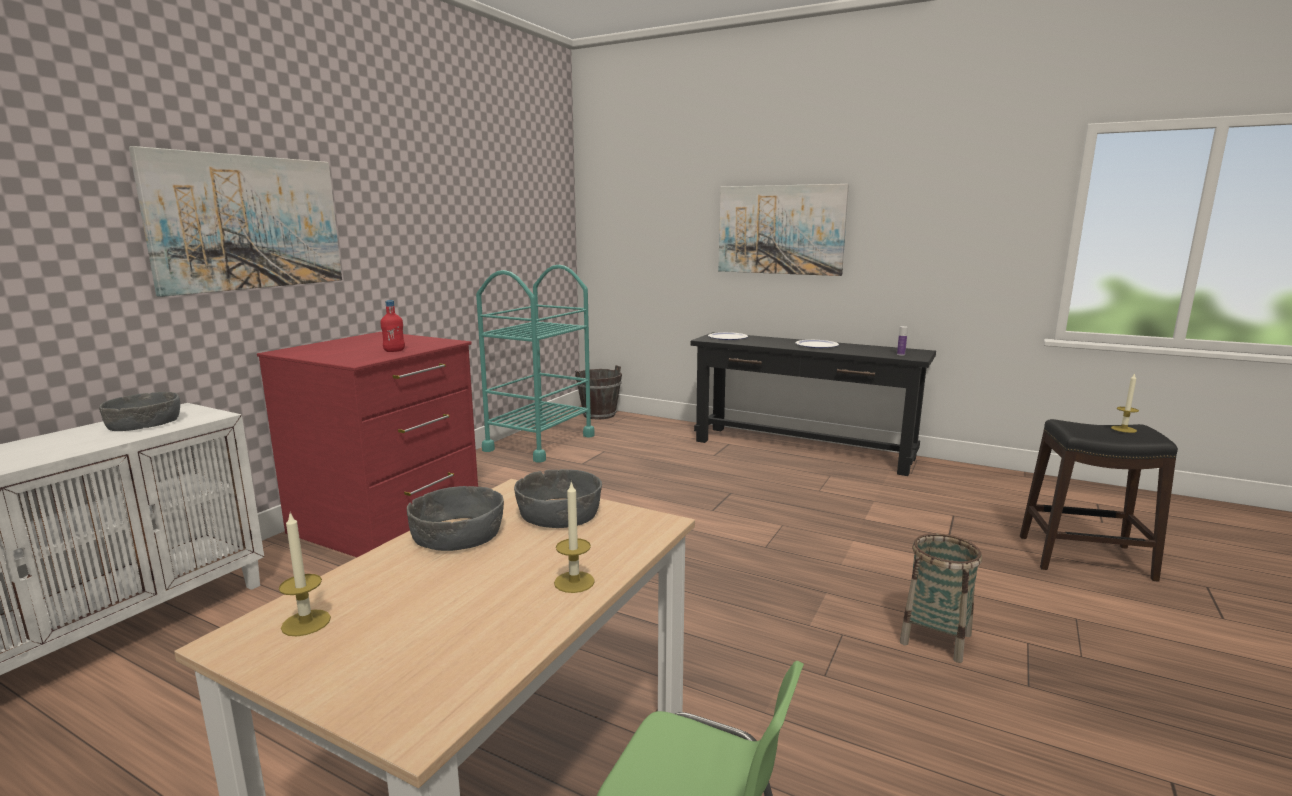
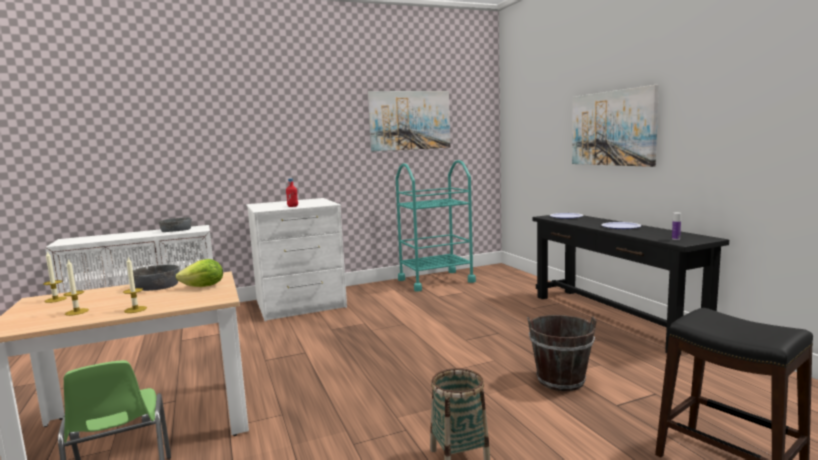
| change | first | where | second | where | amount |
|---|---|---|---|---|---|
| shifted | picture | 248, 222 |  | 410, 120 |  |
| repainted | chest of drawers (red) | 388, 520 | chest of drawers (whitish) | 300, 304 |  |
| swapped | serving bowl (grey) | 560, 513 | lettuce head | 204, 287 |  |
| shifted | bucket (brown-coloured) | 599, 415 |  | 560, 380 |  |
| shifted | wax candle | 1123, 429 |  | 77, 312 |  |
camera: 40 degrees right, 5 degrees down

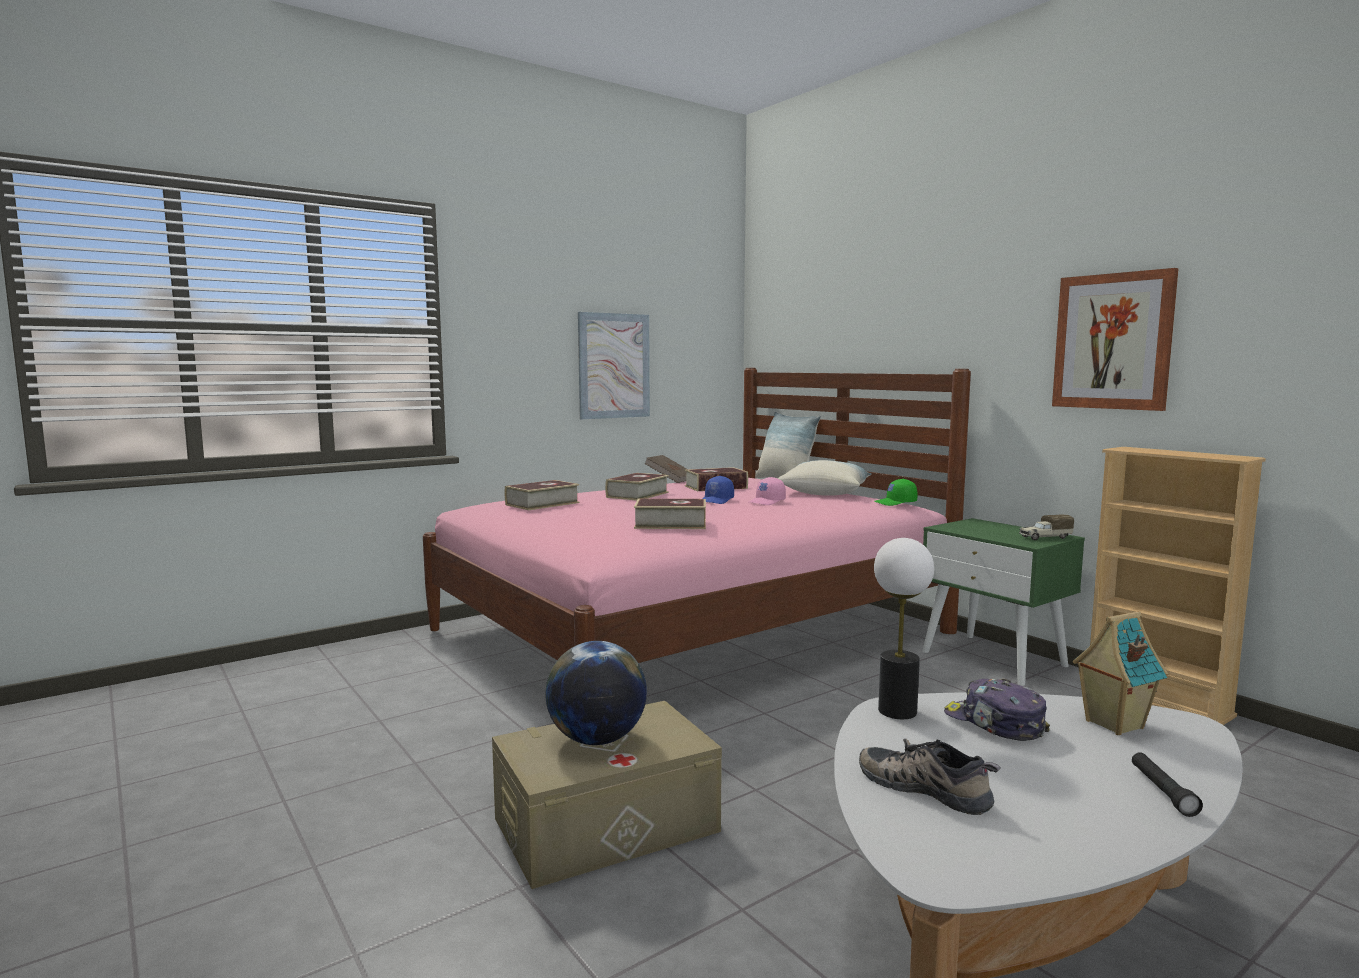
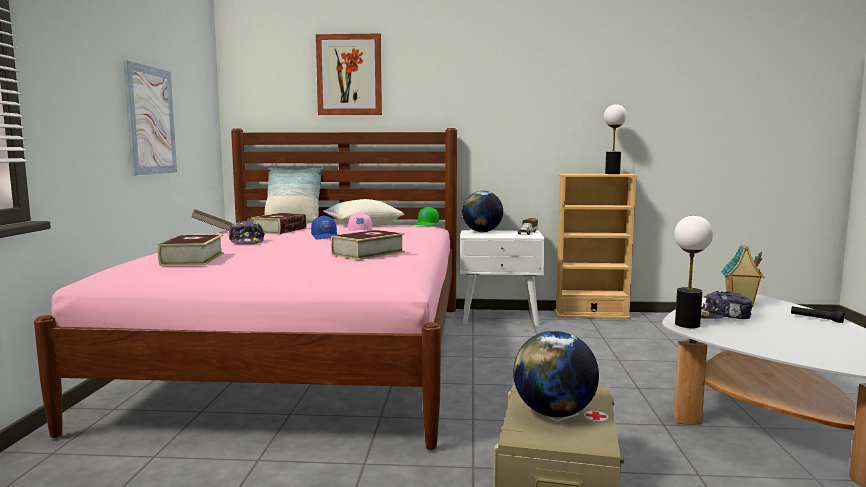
| change | first | where | second | where | amount |
|---|---|---|---|---|---|
| swapped | volume | 637, 495 | cap | 247, 242 |  |
| gone | item of footwear | 926, 787 |  |  |  |
| repainted | nightstand (green-coloured) | 994, 658 | nightstand (whitish) | 500, 317 |  |
| shifted | picture | 1113, 341 |  | 349, 75 |  |
| new |  |  | world globe | 482, 232 |  |
| new |  |  | tabletop lamp | 612, 173 |  |
camera: 50 degrees left, 0 degrees up

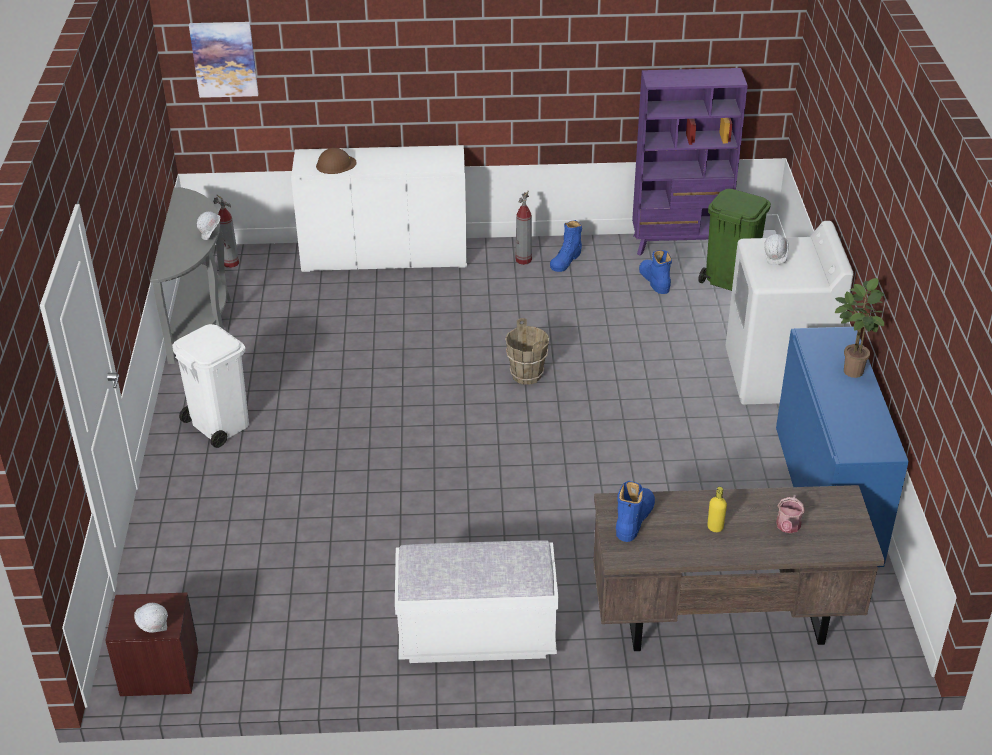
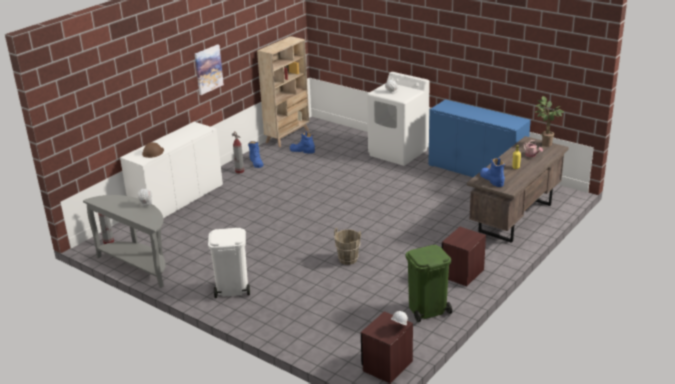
| change | first | where | second | where | amount |
|---|---|---|---|---|---|
| shifted | picture | 224, 59 |  | 208, 69 |  |
| swapped | bench (whitish) | 476, 635 | nightstand (brown-coloured) | 462, 273 |  |
| shifted | bucket (brown-coloured) | 526, 375 |  | 348, 260 |  |
| repainted | bookshelf (purple-coloured) | 680, 244 | bookshelf (beige) | 288, 136 |  |
| shifted | waste bin (green-coloured) | 729, 279 |  | 427, 310 |  |
| shifted | houseplant | 850, 369 |  | 545, 144 |  |
camera: 50 degrees left, 10 degrees down

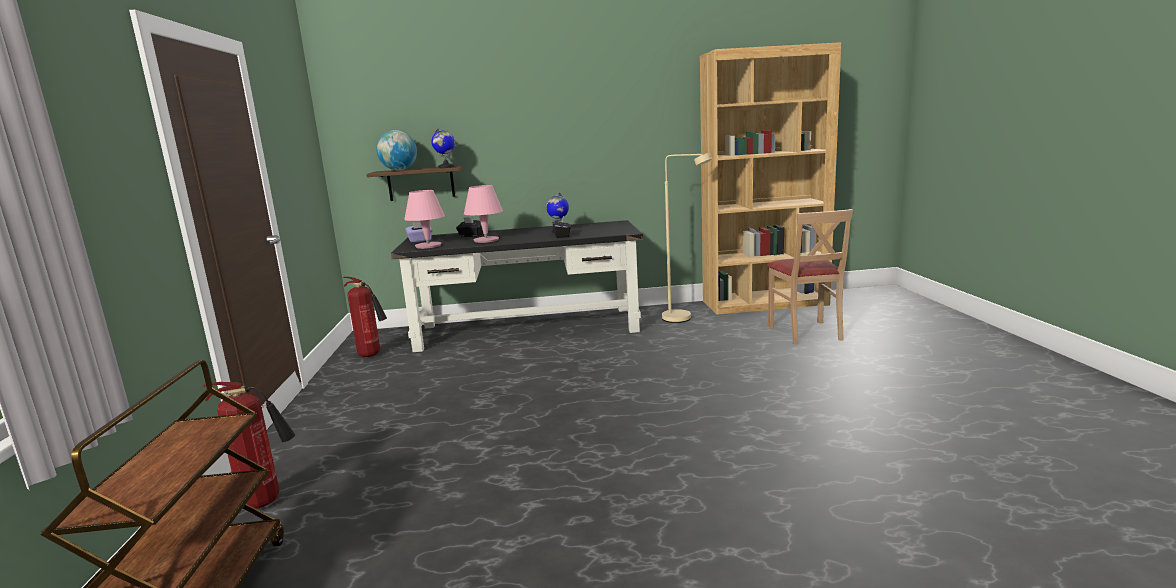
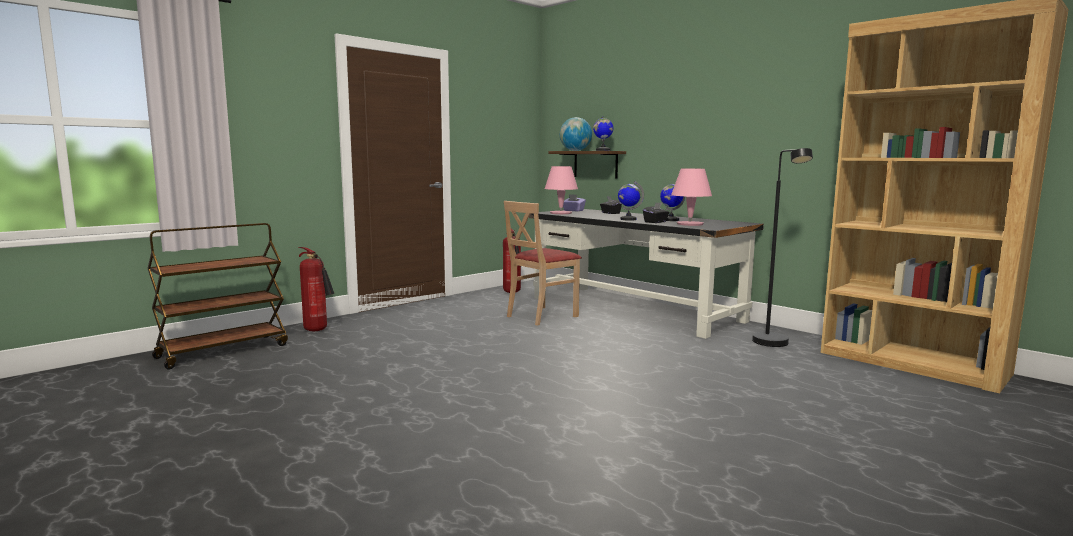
| change | first | where | second | where | amount |
|---|---|---|---|---|---|
| shifted | tabletop lamp (pink-coloured) | 486, 240 |  | 689, 224 |  |
| repainted | standard lamp (beige) | 683, 319 | standard lamp (black) | 774, 344 |  |
| shifted | chair (beige) | 805, 332 |  | 541, 316 |  |
| new |  |  | world globe | 628, 219 |  |
camera: 50 degrees right, 5 degrees down

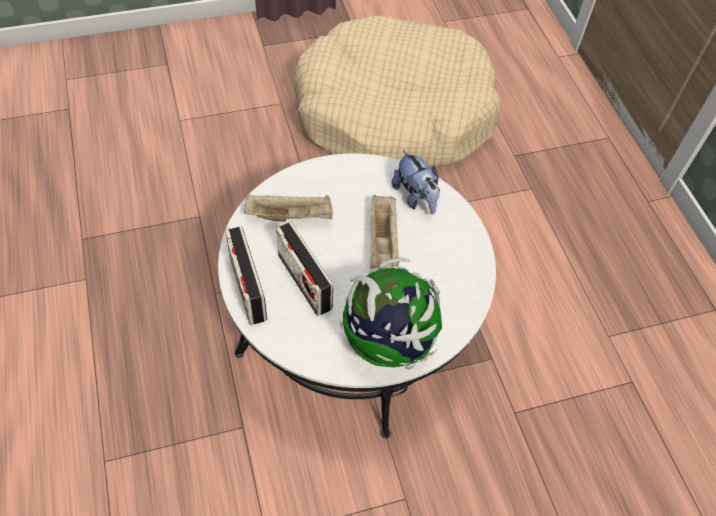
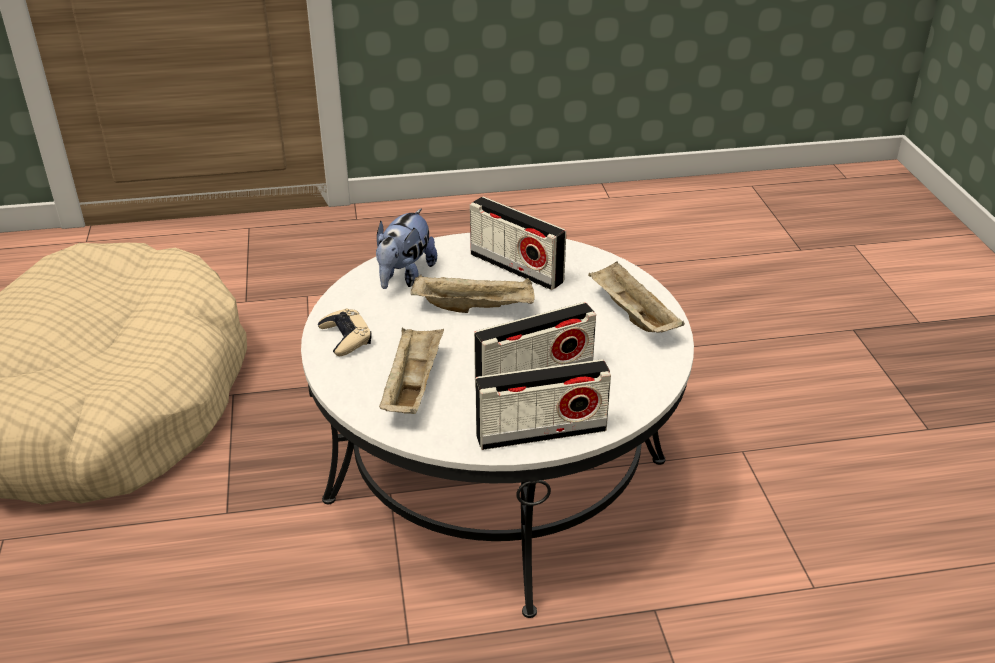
| change | first | where | second | where | amount |
|---|---|---|---|---|---|
| swapped | world globe | 388, 342 | carrying tray (beige) | 631, 315 |  |
| rotated | cuddly toy | 415, 197 |  | 404, 276 | 135 degrees clockwise |
| new |  |  | joypad (beige) | 346, 337 |  |
| new |  |  | radio | 516, 268 |  |
camera: 80 degrees left, 20 degrees down

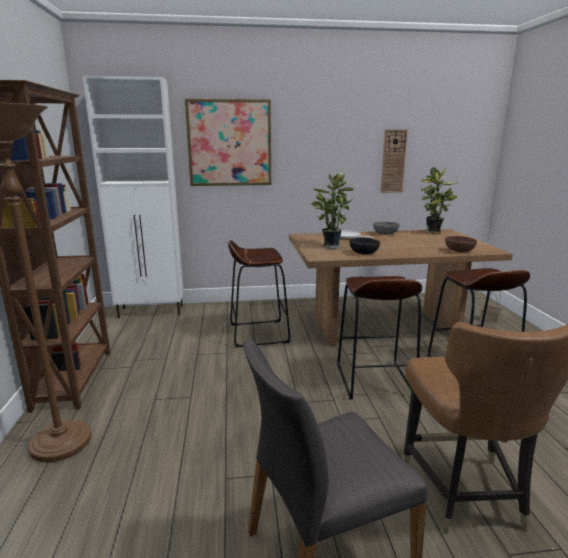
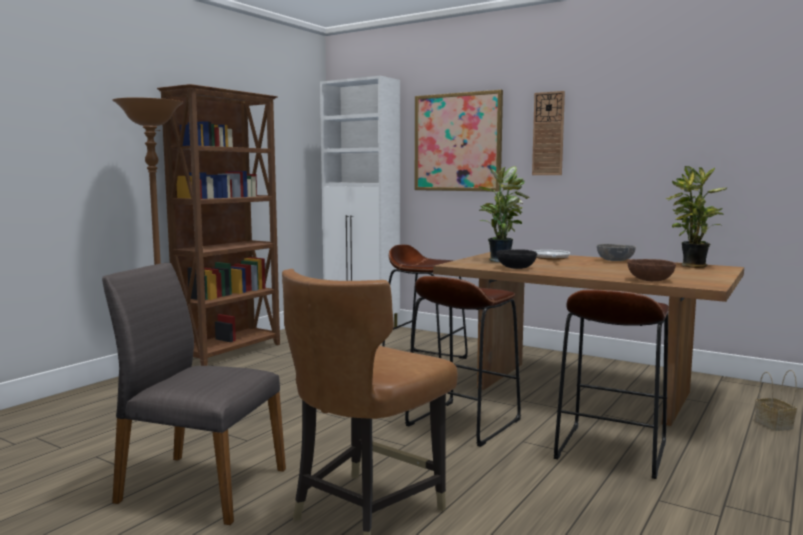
| change | first | where | second | where | amount |
|---|---|---|---|---|---|
| shifted | wall clock | 393, 161 |  | 548, 134 |  |
camera: 40 degrees right, 10 degrees down

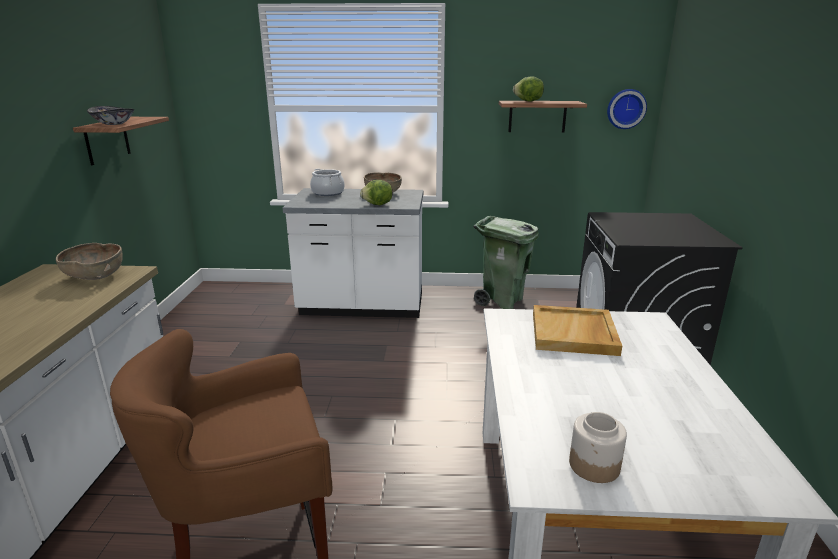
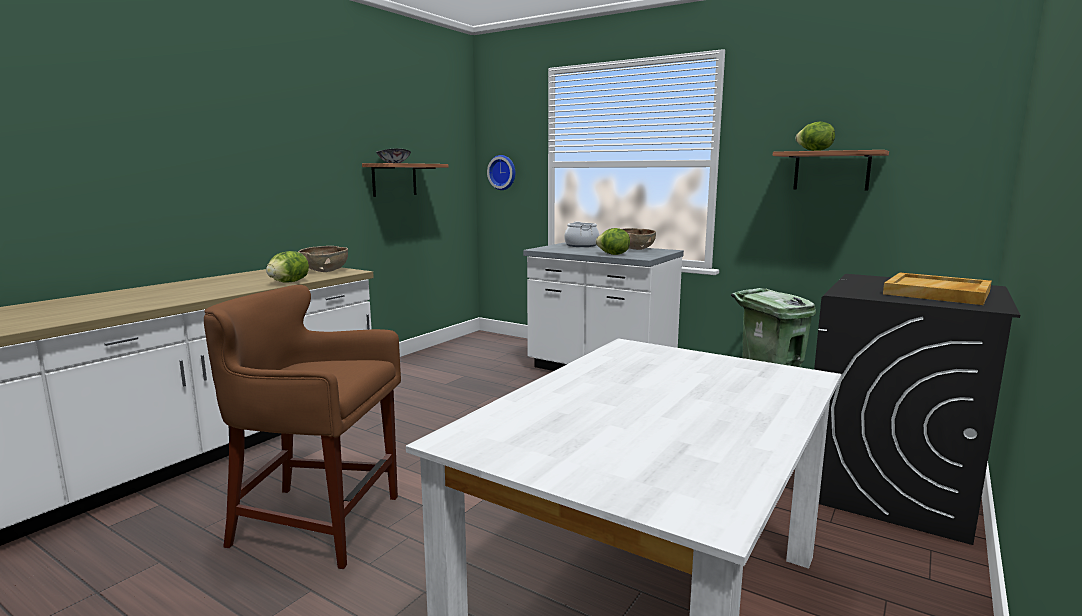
| change | first | where | second | where | amount |
|---|---|---|---|---|---|
| shifted | carrying tray (beige) | 574, 334 |  | 937, 293 |  |
| gone | storage jar | 595, 465 |  |  |  |
| shifted | wall clock | 625, 108 |  | 503, 172 |  |
| new |  |  | lettuce head | 289, 282 |  |
camera: 30 degrees right, 10 degrees down

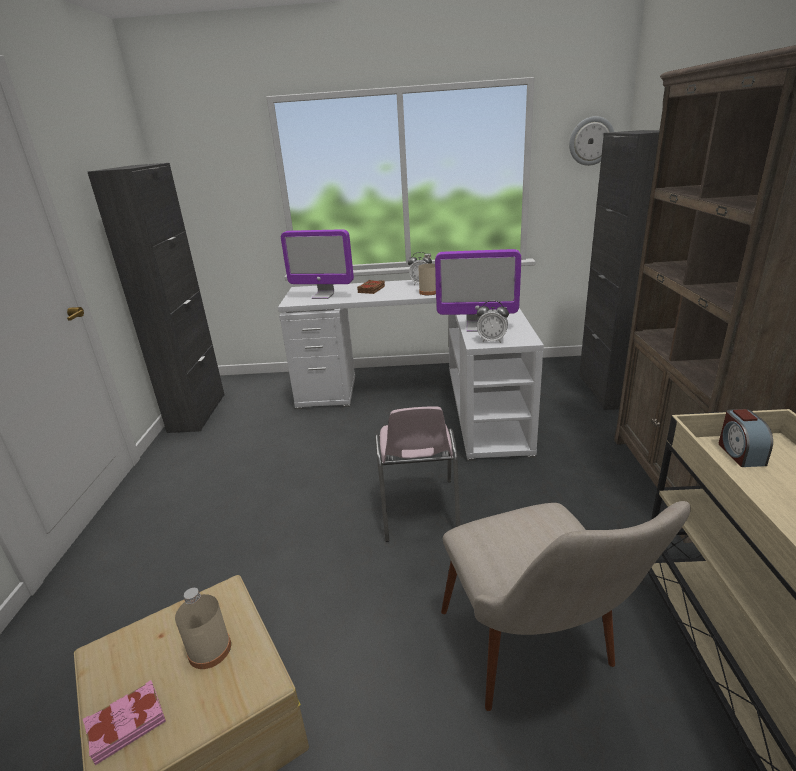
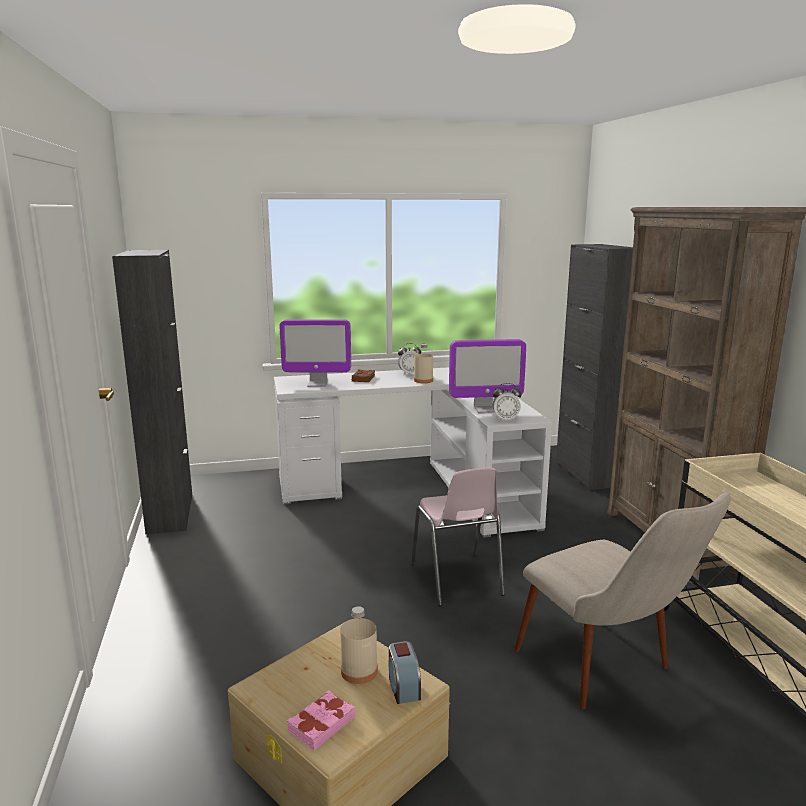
| change | first | where | second | where | amount |
|---|---|---|---|---|---|
| gone | wall clock | 591, 141 |  |  |  |
| shifted | bedside clock | 740, 453 |  | 403, 687 |  |
camera: 15 degrees left, 10 degrees down

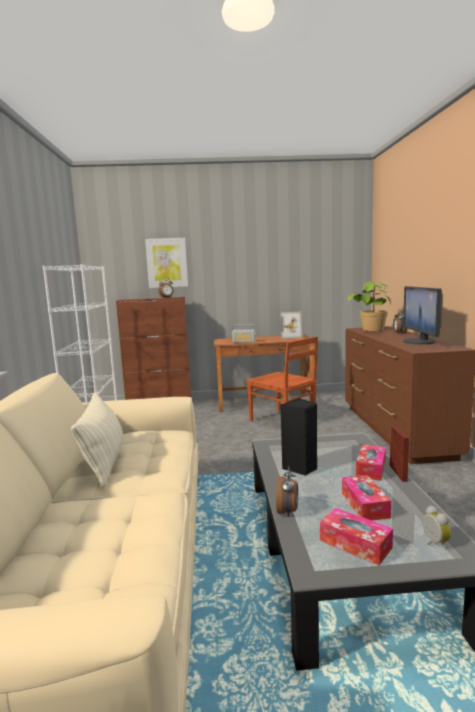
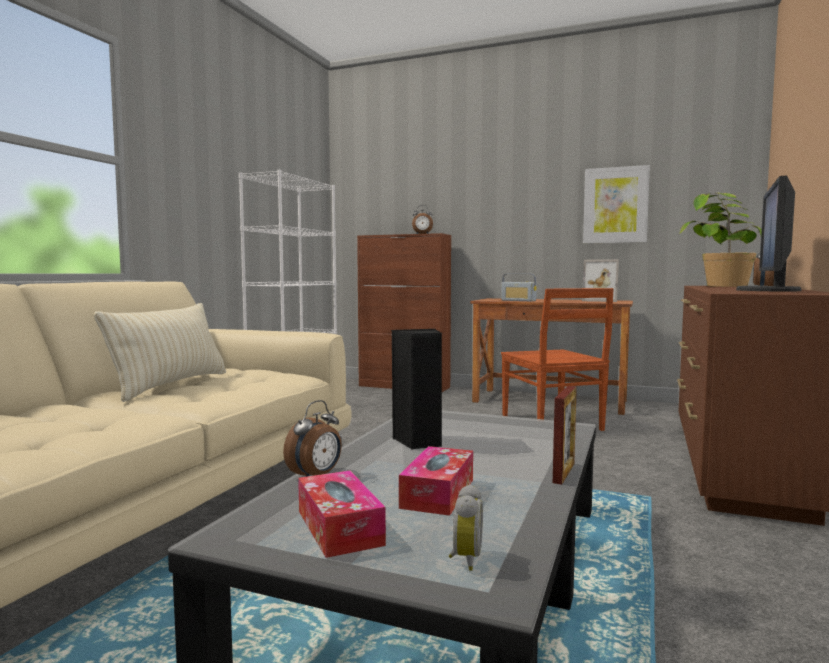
| change | first | where | second | where | amount |
|---|---|---|---|---|---|
| shifted | picture | 167, 263 |  | 615, 205 |  |
| gone | tissue box | 371, 468 |  |  |  |
camera: 25 degrees right, 5 degrees down

